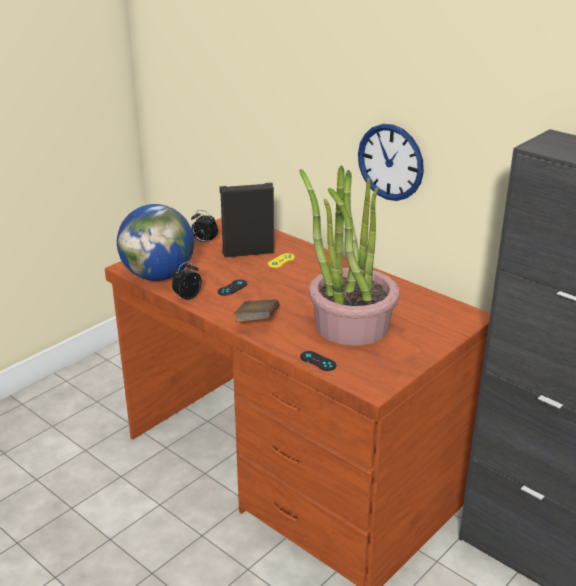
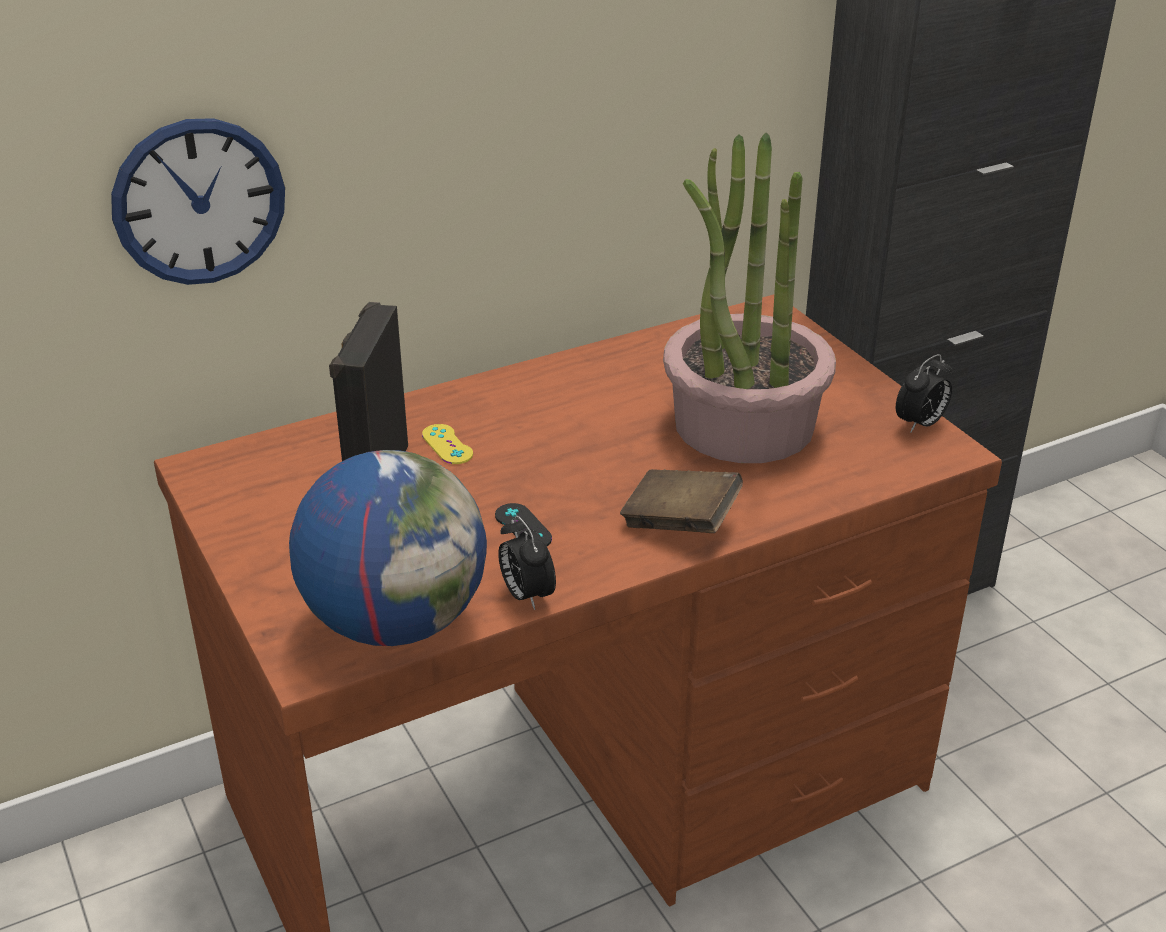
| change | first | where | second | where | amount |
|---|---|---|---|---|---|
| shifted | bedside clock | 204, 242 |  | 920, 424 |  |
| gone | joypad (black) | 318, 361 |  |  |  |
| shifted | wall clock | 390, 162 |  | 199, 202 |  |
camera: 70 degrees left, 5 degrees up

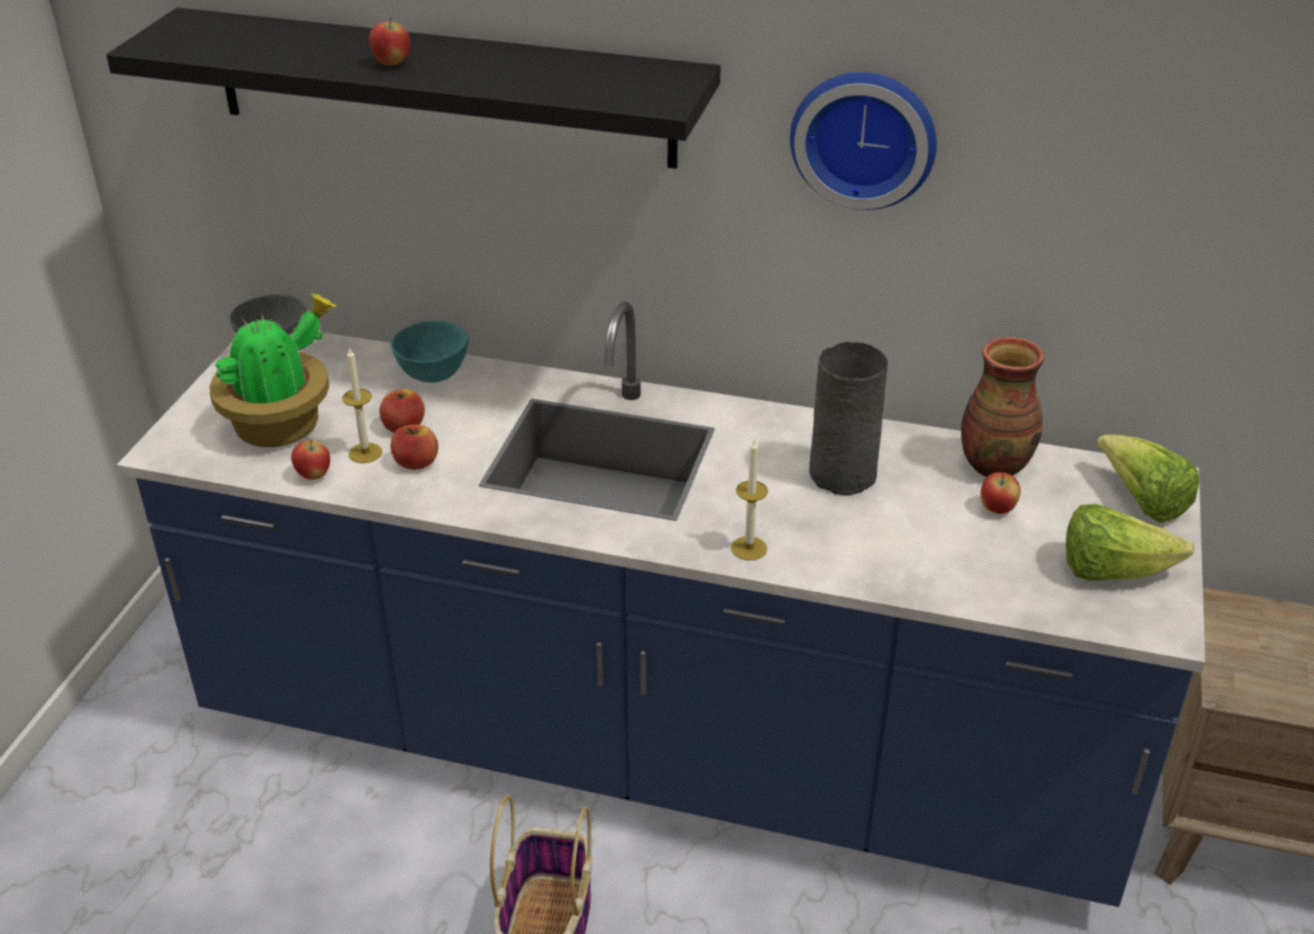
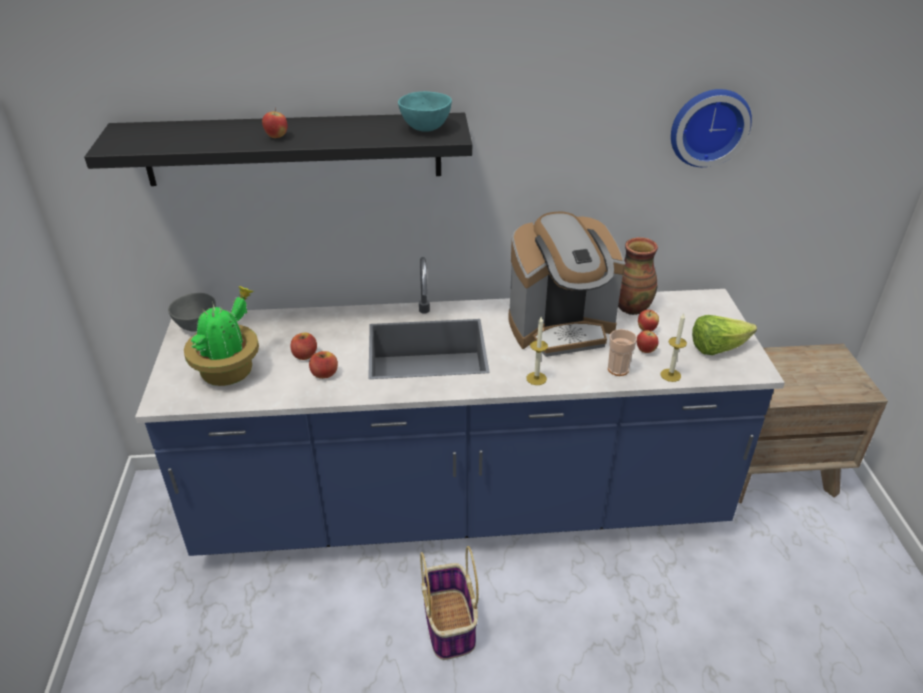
| change | first | where | second | where | amount |
|---|---|---|---|---|---|
| shifted | whole apple | 314, 476 |  | 645, 351 |  |
| shifted | wax candle | 365, 453 |  | 670, 375 |  |
| shifted | serving bowl (turquoise-coloured) | 432, 375 |  | 425, 129 |  |
| shifted | wall clock | 864, 136 |  | 708, 126 |  |
| swapped | vase (grey) | 844, 474 | coffee brewer | 561, 328 |  |
| gone | lettuce head | 1141, 501 |  |  |  |
| new |  |  | drinking cup | 618, 369 |  |
camera: 20 degrees left, 0 degrees up

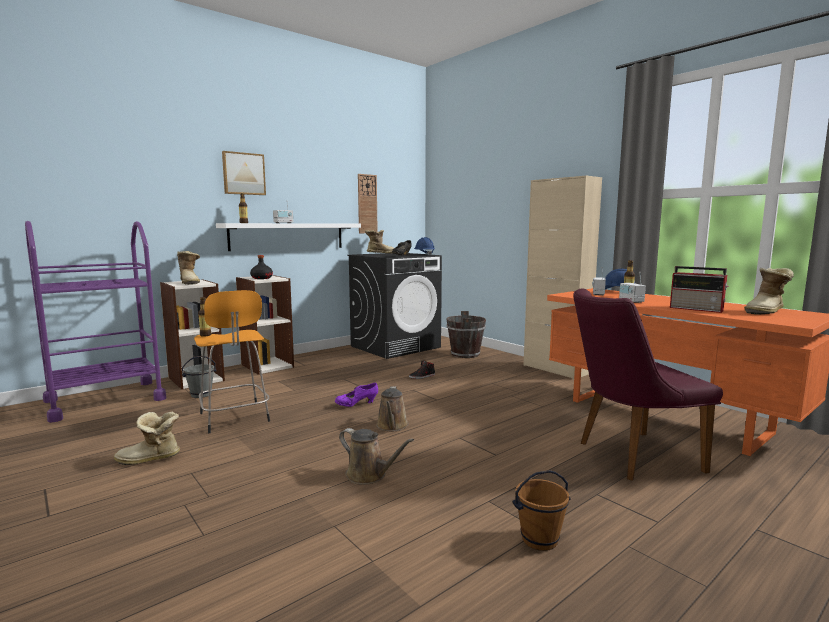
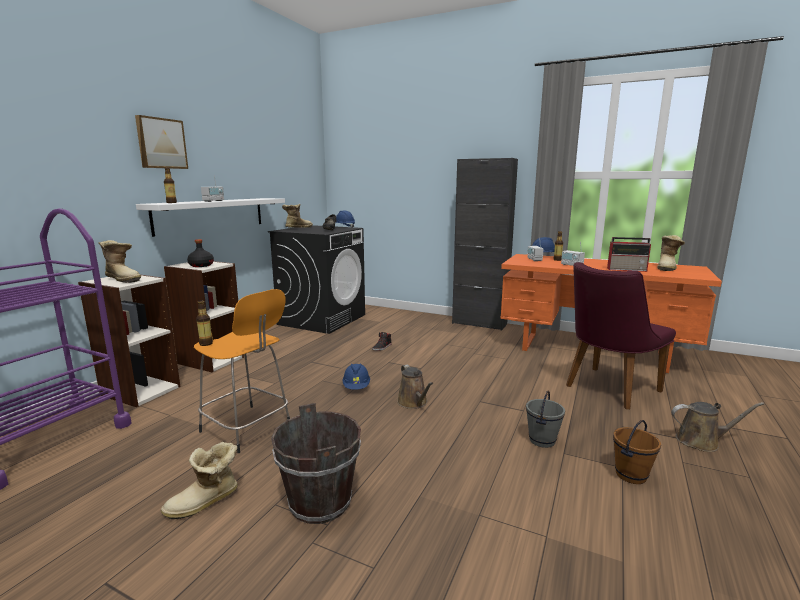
| change | first | where | second | where | amount |
|---|---|---|---|---|---|
| shifted | bucket (grey) | 201, 395 |  | 542, 441 |  |
| swapped | item of footwear (purple-coloured) | 356, 404 | work helmet (bluish) | 356, 387 |  |
| shifted | sprinkling can (brown-coloured) | 369, 475 |  | 701, 441 |  |
| gone | wall clock | 367, 204 |  |  |  |
| shifted | bucket (brown-coloured) | 465, 354 |  | 321, 502 |  |
| repainted | cabinet (beige) | 555, 369 | cabinet (black) | 479, 323 |  |
camera: 25 degrees left, 5 degrees up

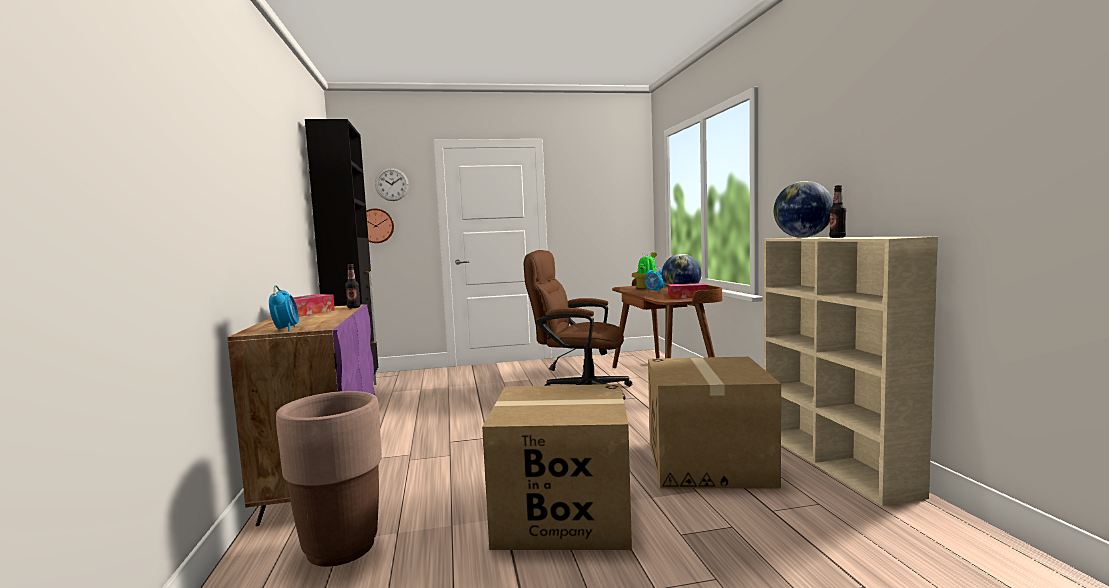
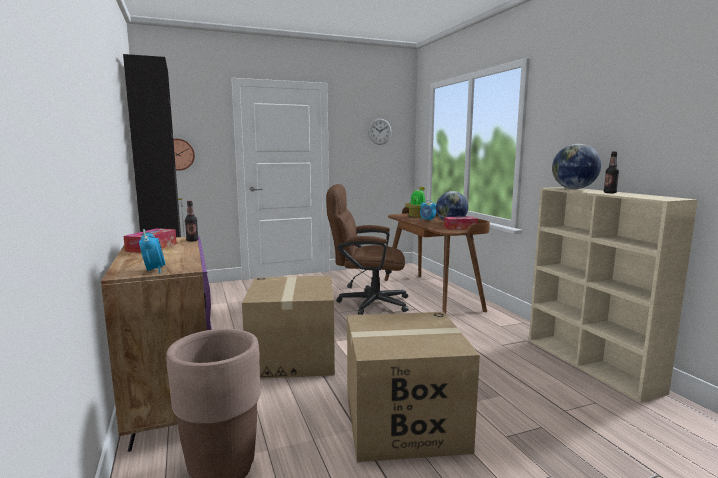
| change | first | where | second | where | amount |
|---|---|---|---|---|---|
| shifted | wall clock | 392, 184 |  | 379, 131 |  |
| shifted | packing box | 709, 464 |  | 293, 357 |  |
camera: 10 degrees left, 5 degrees up

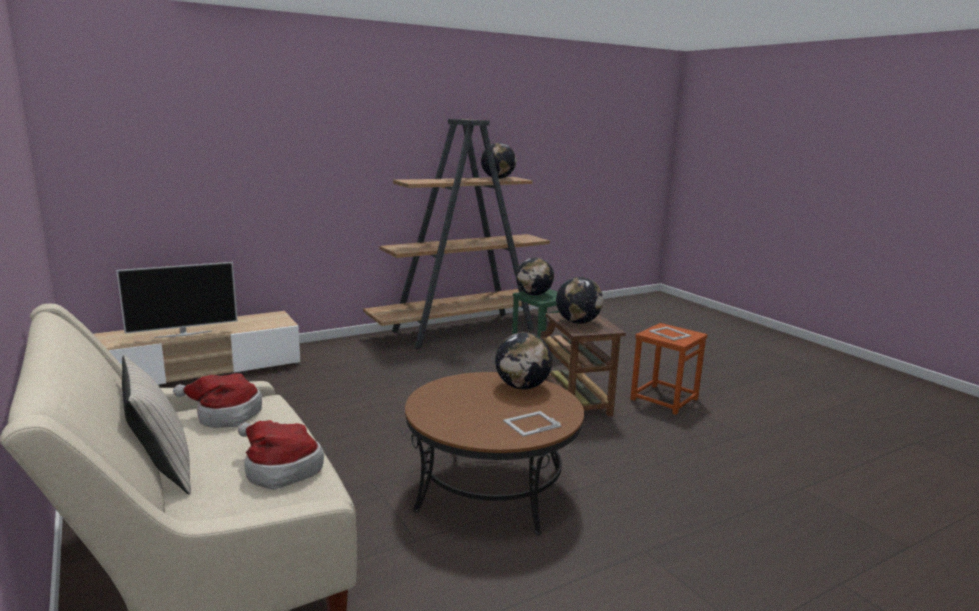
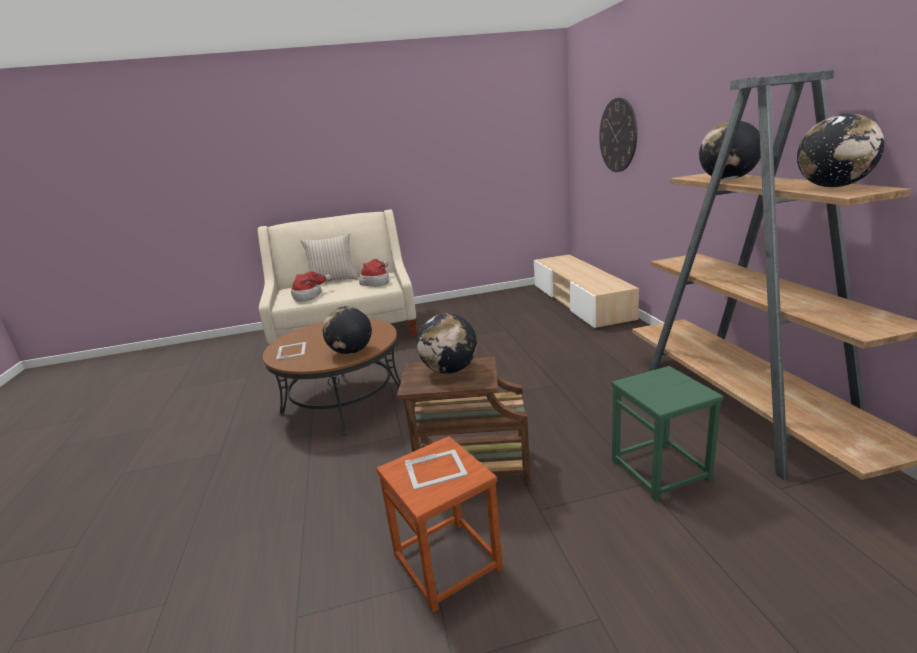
| change | first | where | second | where | amount |
|---|---|---|---|---|---|
| gone | TV set | 183, 334 |  |  |  |
| shifted | world globe | 534, 294 |  | 727, 179 |  |
| new |  |  | wall clock | 618, 135 |  |
camera: 110 degrees right, 5 degrees up

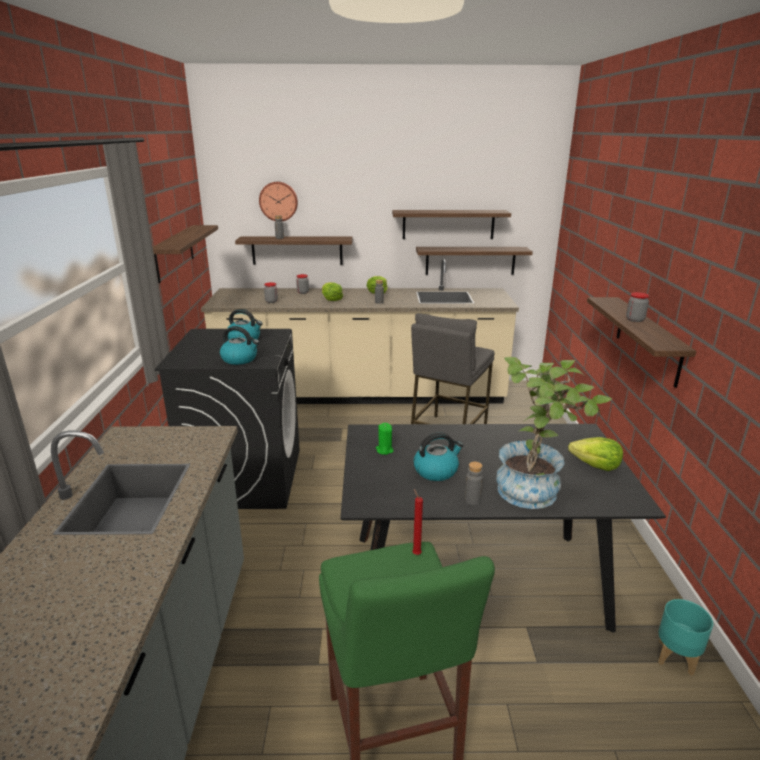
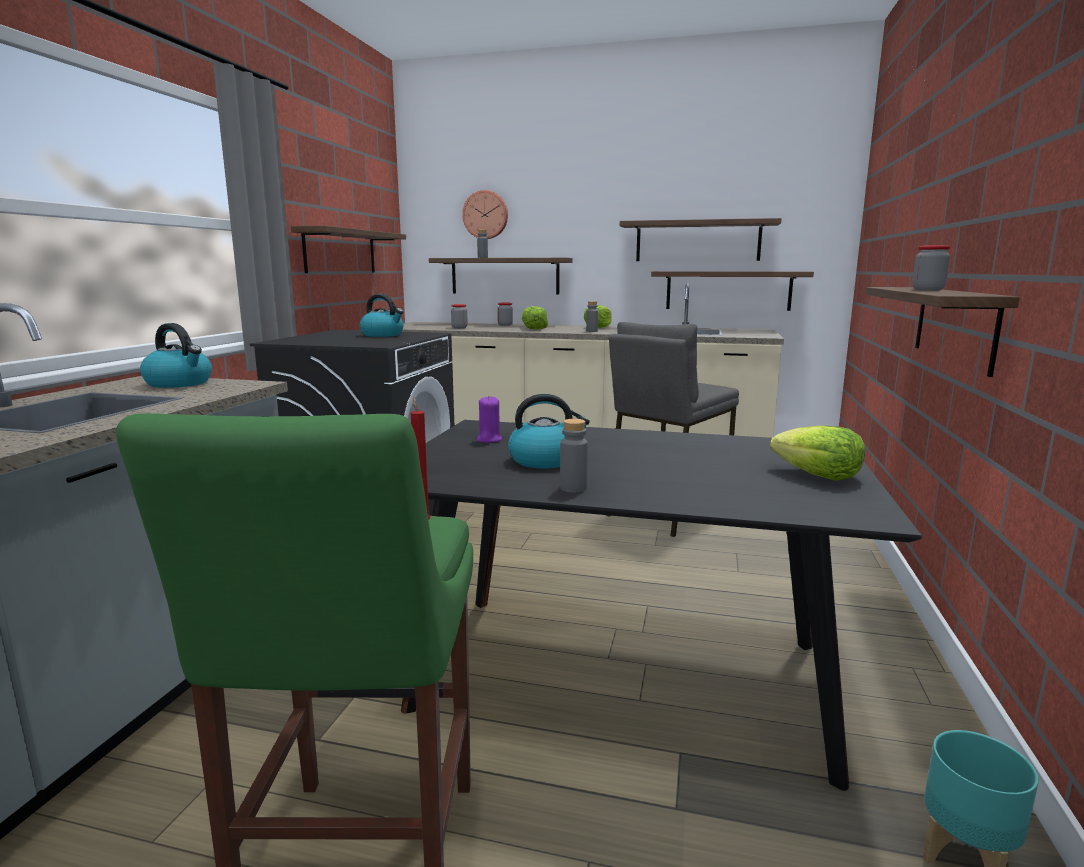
| change | first | where | second | where | amount |
|---|---|---|---|---|---|
| shifted | tea kettle | 240, 359 |  | 180, 383 |  |
| repainted | wax candle (green-coloured) | 384, 450 | wax candle (purple-coloured) | 489, 440 |  |
| gone | houseplant | 536, 490 |  |  |  |
camera: 15 degrees right, 10 degrees down

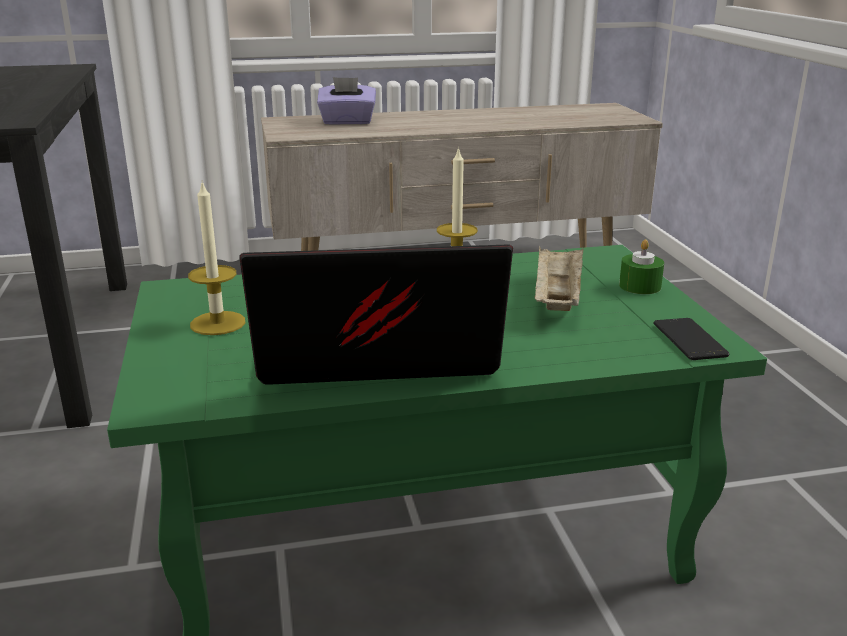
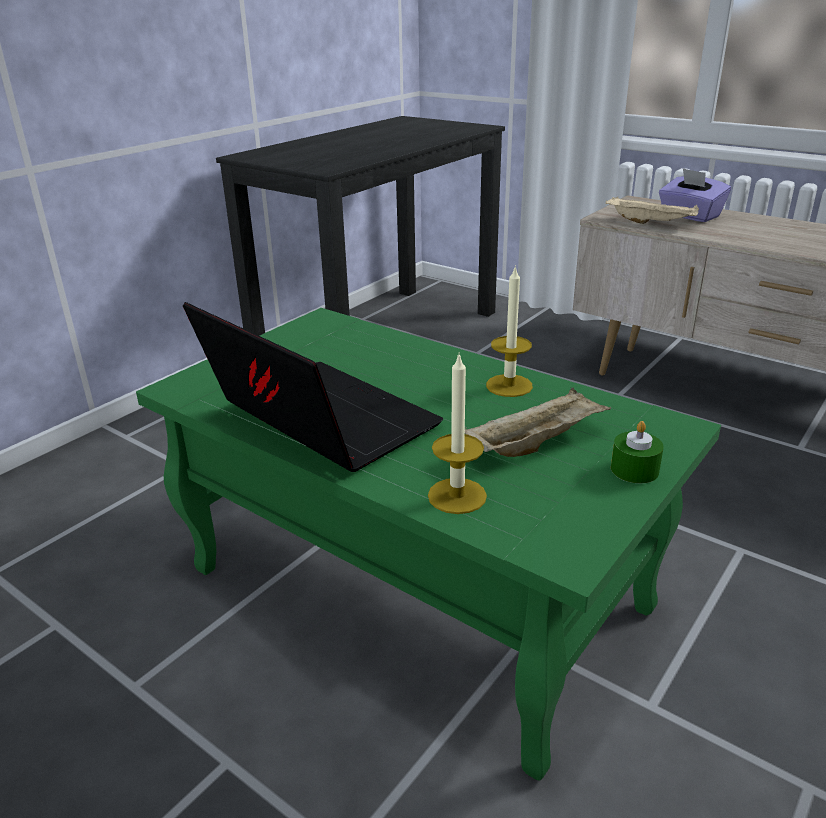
| change | first | where | second | where | amount |
|---|---|---|---|---|---|
| shifted | wax candle | 217, 323 |  | 457, 496 |  |
| gone | telephone | 689, 340 |  |  |  |
| new |  |  | carrying tray (beige) | 651, 223 |  |
camera: 50 degrees right, 5 degrees up

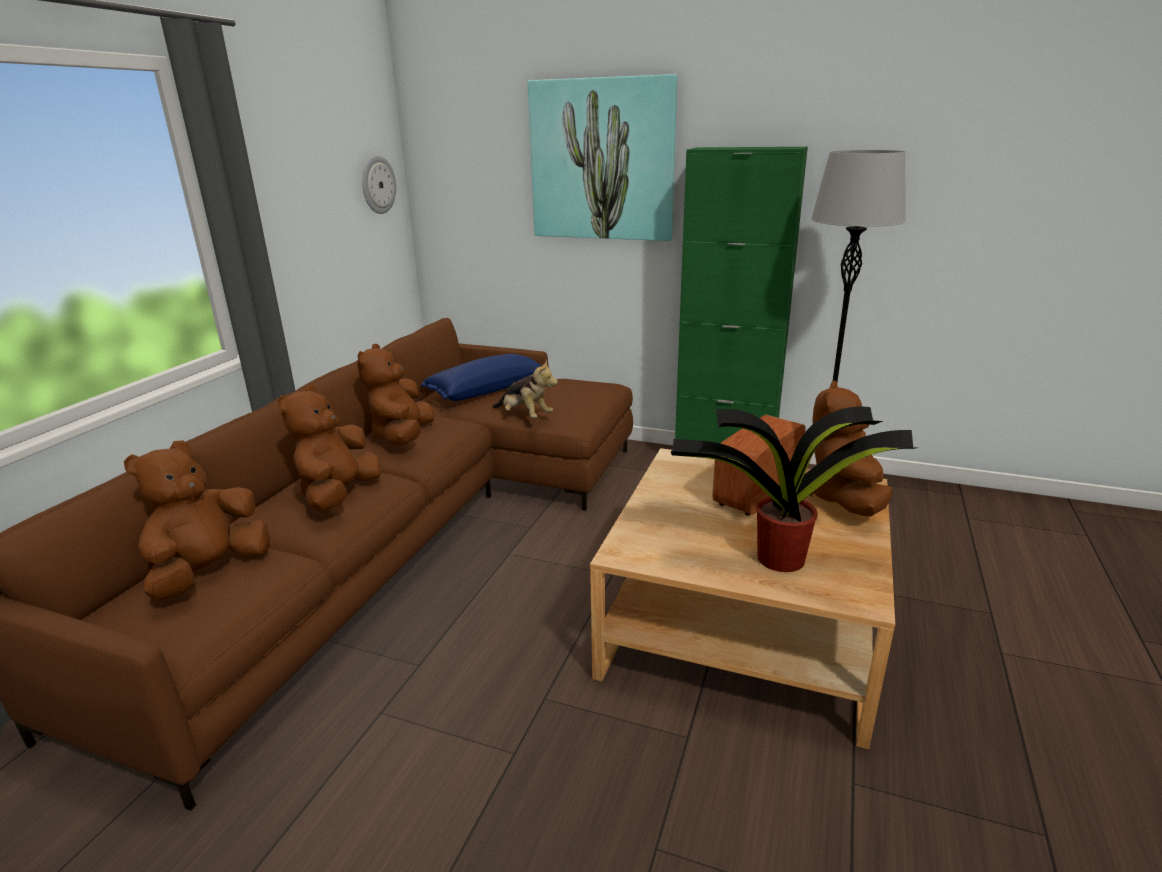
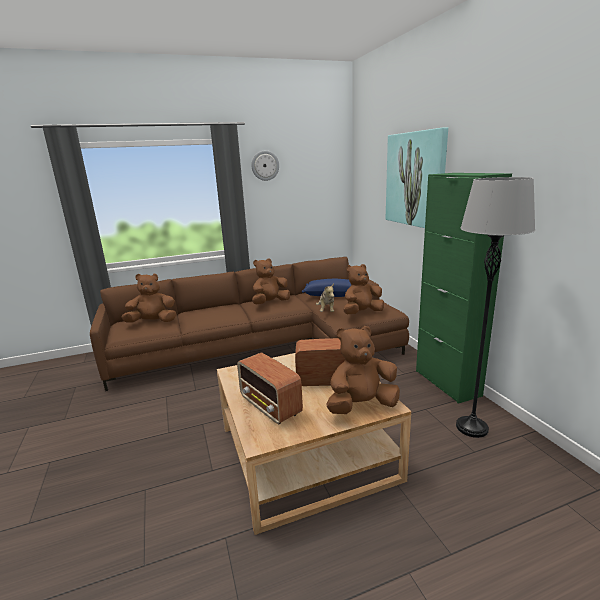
| change | first | where | second | where | amount |
|---|---|---|---|---|---|
| shifted | cuddly toy (brown-coloured) | 339, 495 |  | 362, 313 |  |
| shifted | wall clock | 377, 185 |  | 265, 165 |  |
| swapped | houseplant | 777, 558 | radio | 270, 406 |  |
camera: 50 degrees right, 5 degrees down

